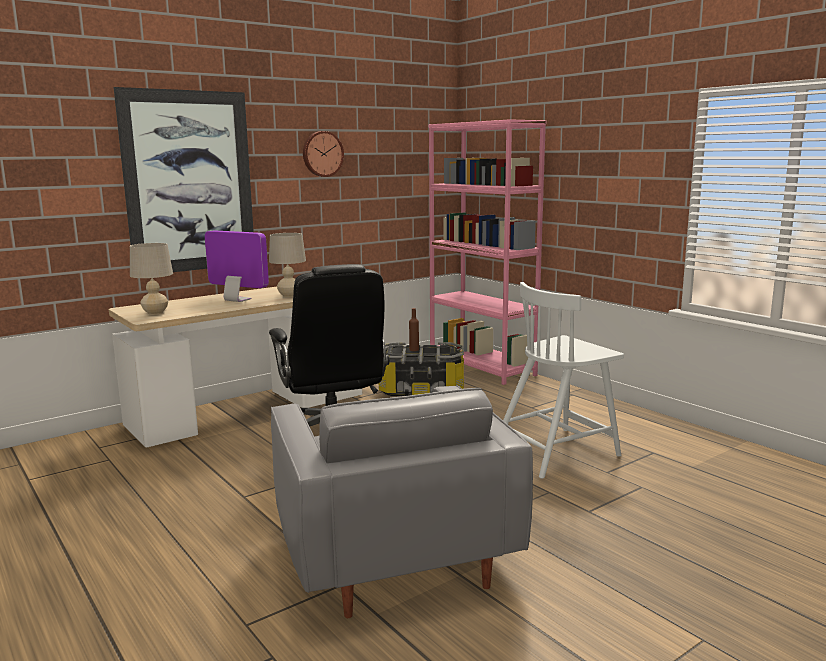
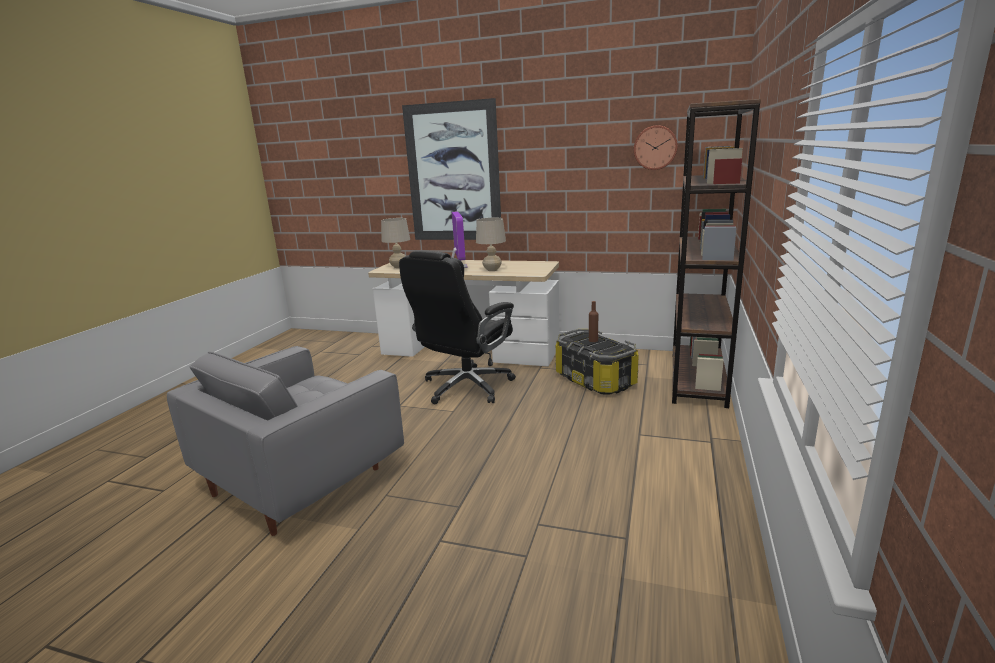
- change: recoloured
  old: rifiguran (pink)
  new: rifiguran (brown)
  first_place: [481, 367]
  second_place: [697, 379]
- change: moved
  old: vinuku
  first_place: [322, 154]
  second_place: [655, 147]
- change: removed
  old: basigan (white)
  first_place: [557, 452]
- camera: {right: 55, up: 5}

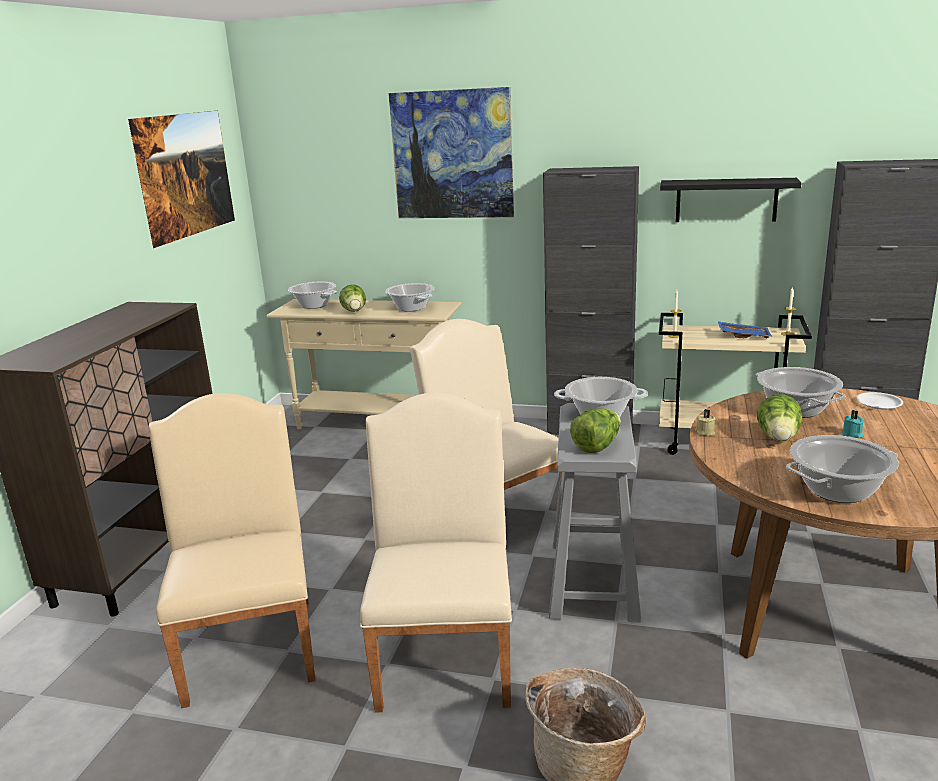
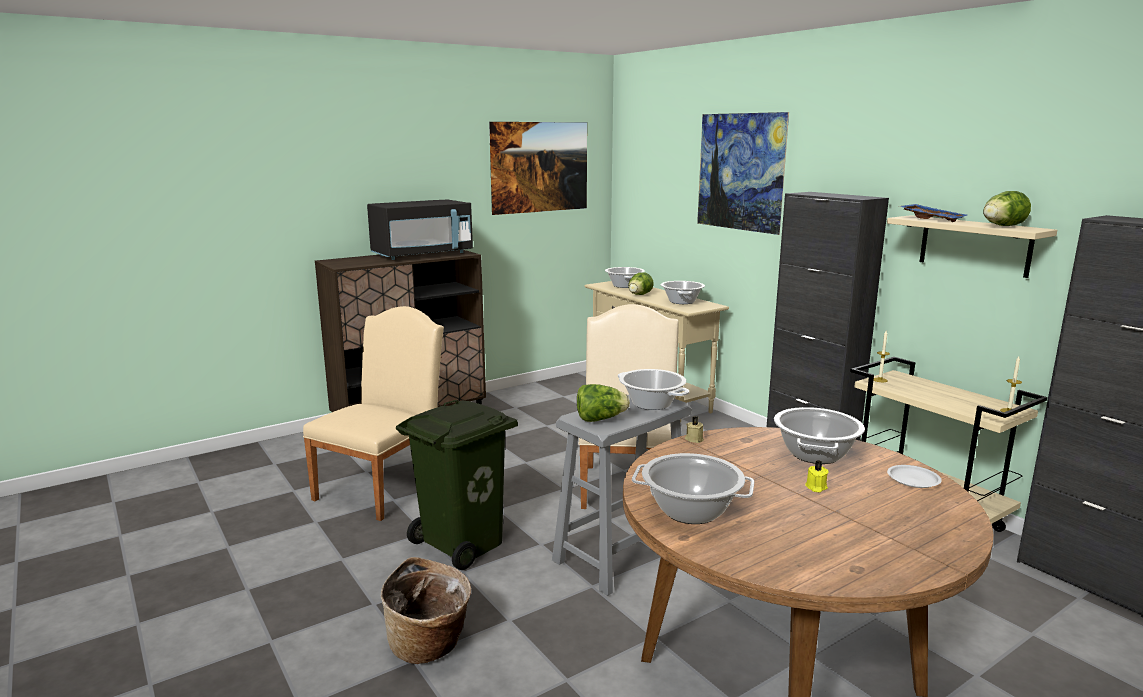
- change: recoloured
  old: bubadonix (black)
  new: bubadonix (beige)
  first_place: [726, 200]
  second_place: [974, 245]
- change: moved
  old: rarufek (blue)
  first_place: [743, 336]
  second_place: [932, 219]
- change: replaced
  old: basigan (beige)
  new: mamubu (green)
  first_place: [446, 651]
  second_place: [464, 544]
- change: moved
  old: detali
  first_place: [778, 439]
  second_place: [1001, 226]
- change: recoloured
  old: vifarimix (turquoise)
  new: vifarimix (yellow)
  first_place: [852, 434]
  second_place: [815, 487]
- change: added
  new: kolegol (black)
  second_place: [422, 255]
- camera: {right: 40, up: -5}

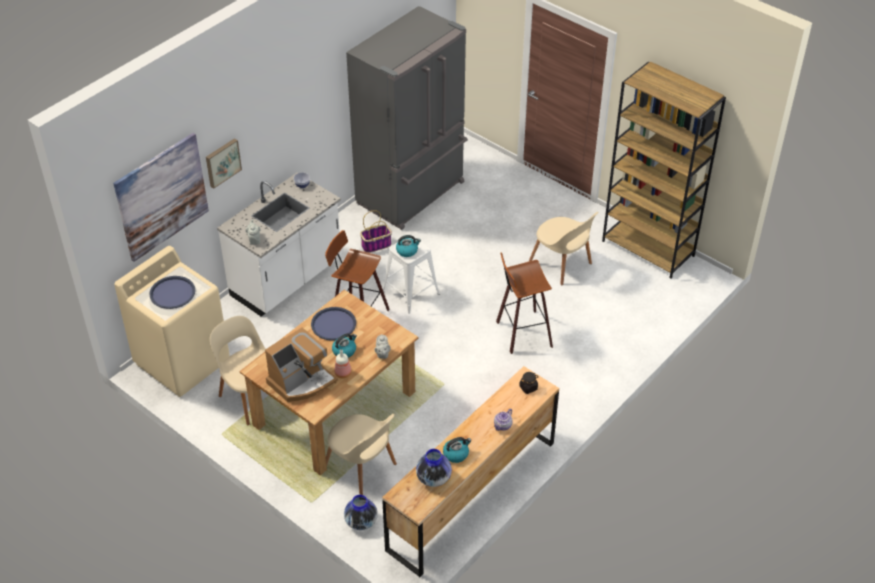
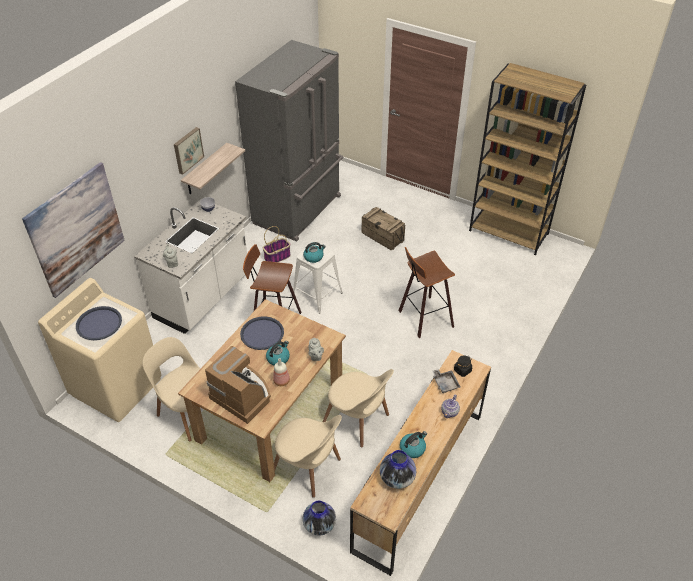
- change: moved
  old: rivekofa
  first_place: [222, 162]
  second_place: [187, 150]
- change: moved
  old: basigan (beige)
  first_place: [562, 264]
  second_place: [358, 420]
- change: turned
  old: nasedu
  first_place: [302, 381]
  second_place: [242, 395]
  degrees: -90
- change: added
  new: bubadonix
  second_place: [205, 170]
- change: added
  new: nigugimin
  second_place: [383, 237]
- change: added
  new: rarufek (grey)
  second_place: [445, 383]
- camera: {right: -10, up: 0}

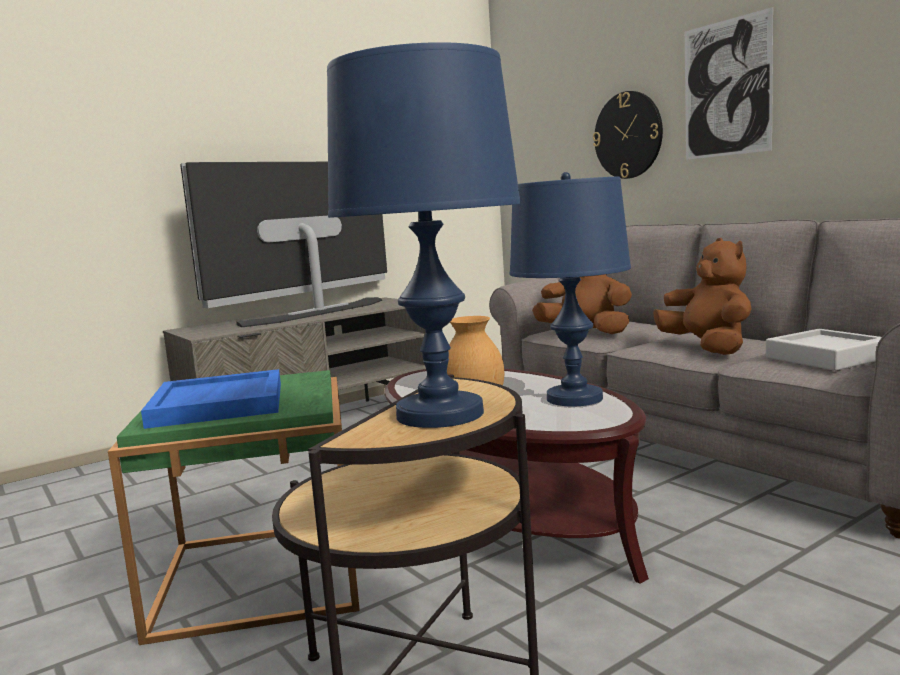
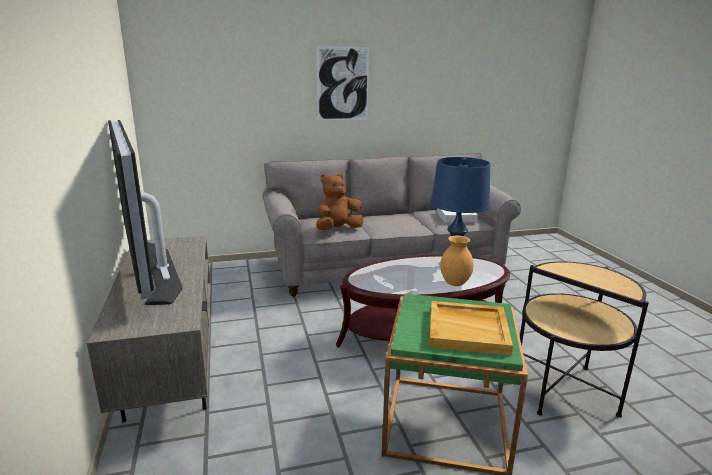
- change: removed
  old: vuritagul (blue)
  first_place: [440, 414]
- change: removed
  old: vinuku
  first_place: [628, 135]
- change: removed
  old: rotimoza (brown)
  first_place: [708, 348]
- change: recoloured
  old: rarufek (blue)
  new: rarufek (beige)
  first_place: [219, 404]
  second_place: [468, 330]
- camera: {right: -70, up: 10}

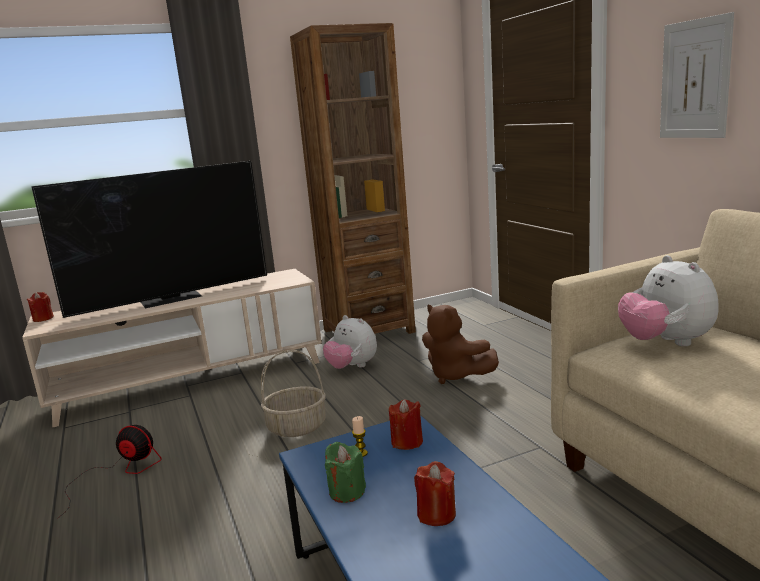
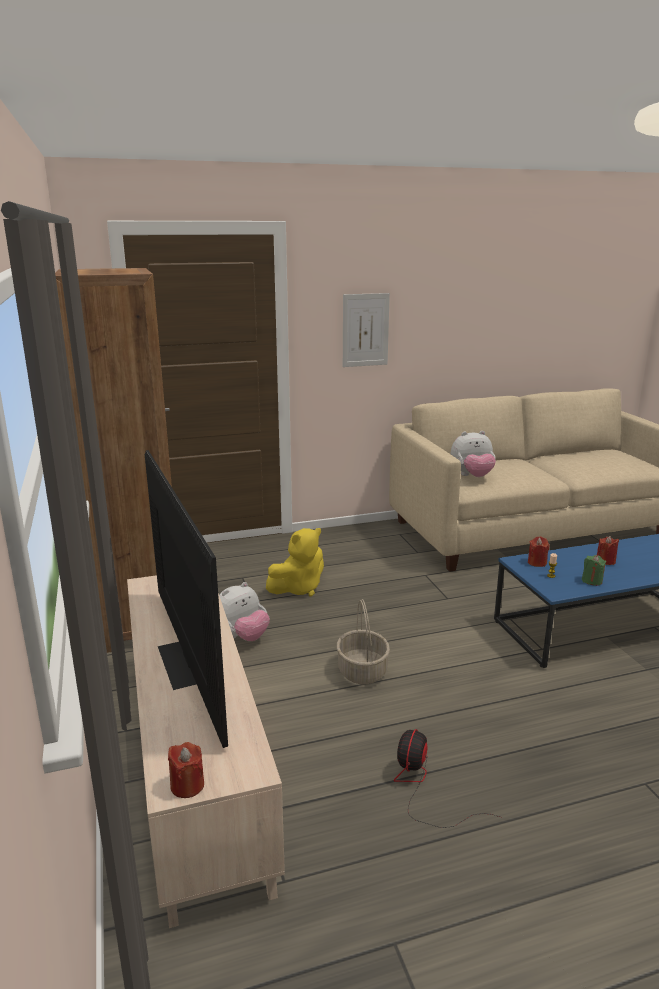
- change: recoloured
  old: rotimoza (brown)
  new: rotimoza (yellow)
  first_place: [455, 375]
  second_place: [298, 588]
- camera: {right: -85, up: 5}

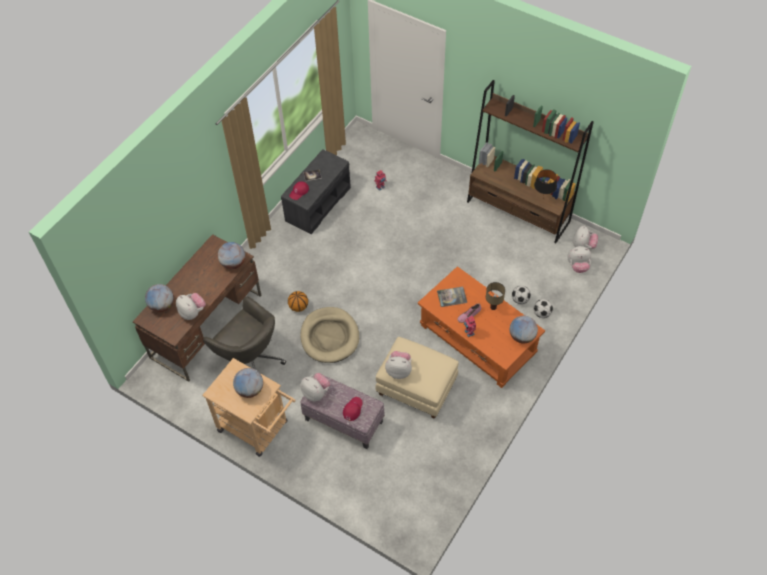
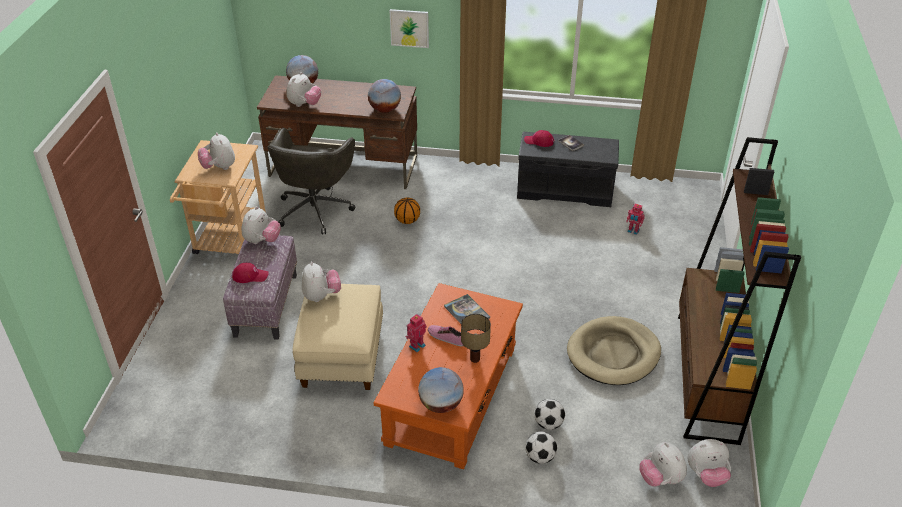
- change: removed
  old: vuritagul (black)
  first_place: [543, 198]
- change: moved
  old: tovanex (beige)
  first_place: [329, 336]
  second_place: [613, 354]
- change: replaced
  old: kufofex
  new: rotimoza
  first_place: [250, 389]
  second_place: [219, 167]
- change: added
  new: rivekofa
  second_place: [409, 28]
- camera: {right: 65, up: -15}

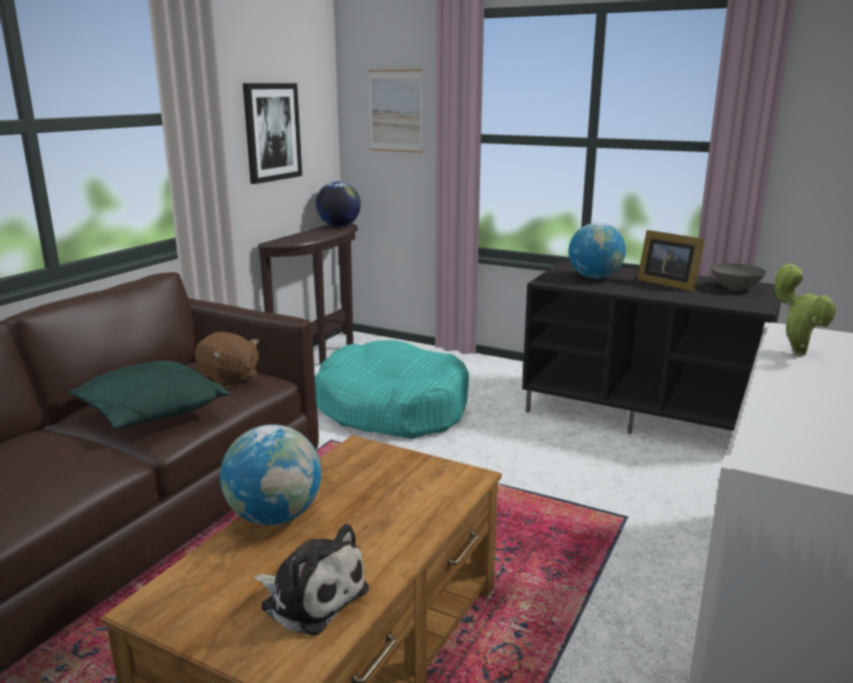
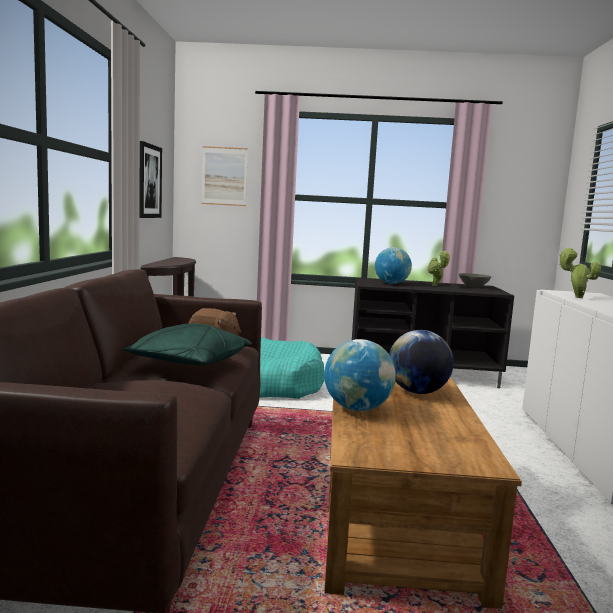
- change: moved
  old: kufofex
  first_place: [339, 226]
  second_place: [417, 392]
- change: replaced
  old: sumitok
  new: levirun
  first_place: [666, 284]
  second_place: [435, 285]
- change: removed
  old: rotimoza
  first_place: [311, 596]
- camera: {right: -25, up: -10}

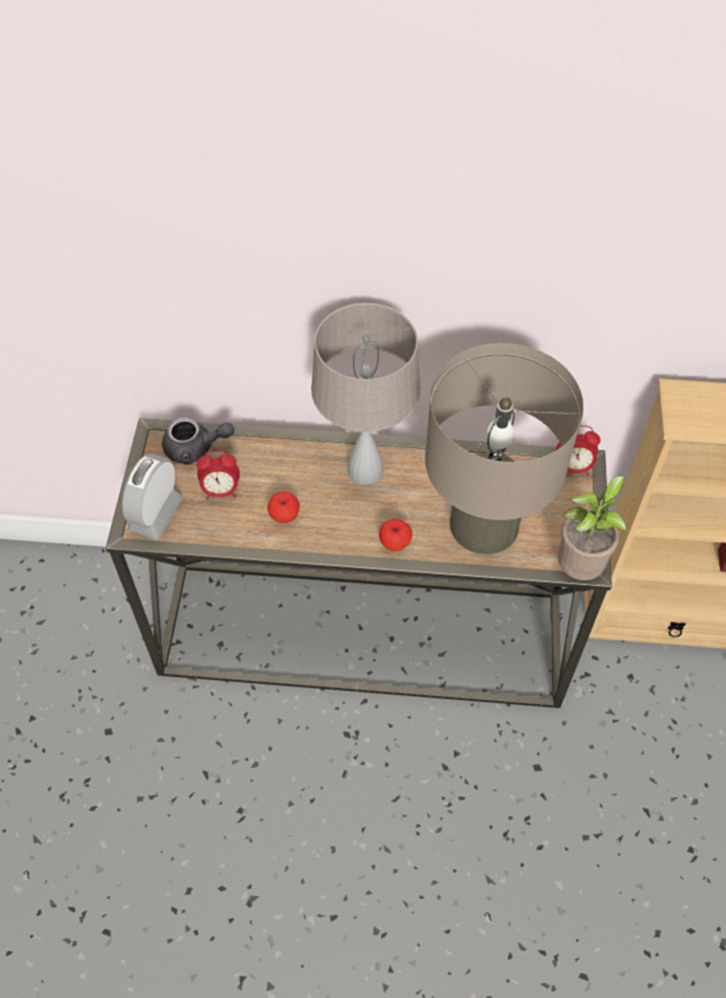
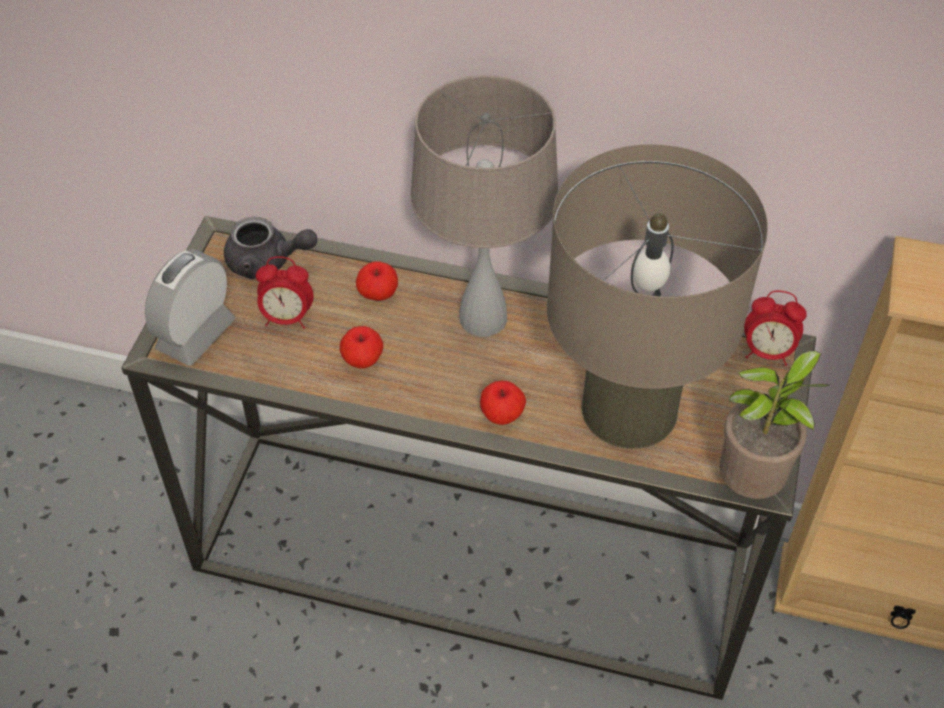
- change: added
  new: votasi
  second_place: [378, 294]
- camera: {right: 10, up: -5}

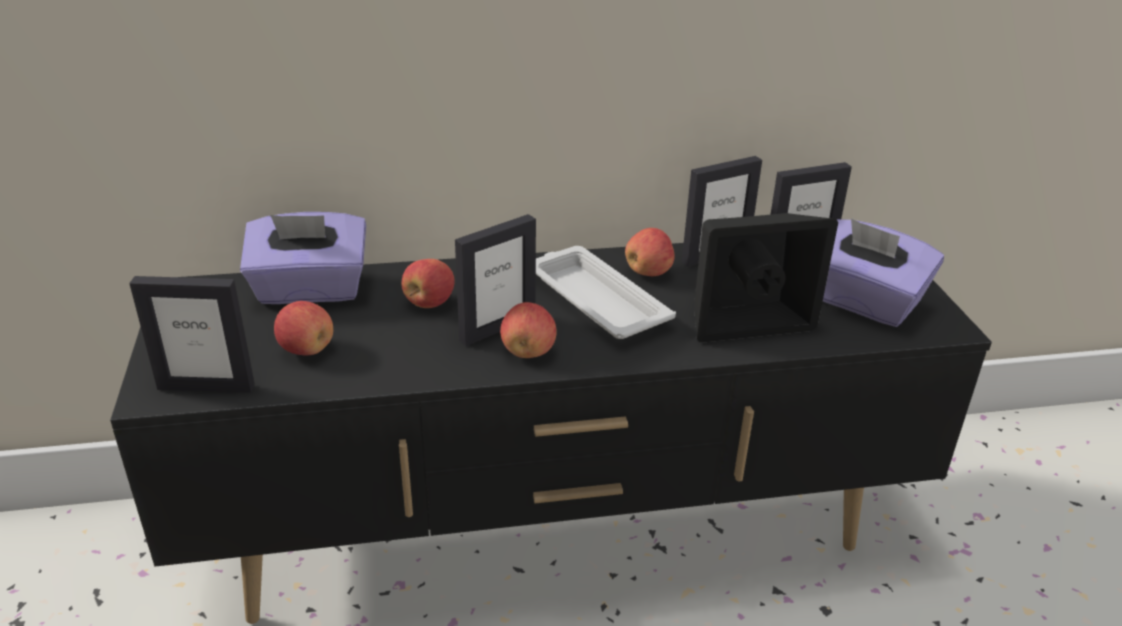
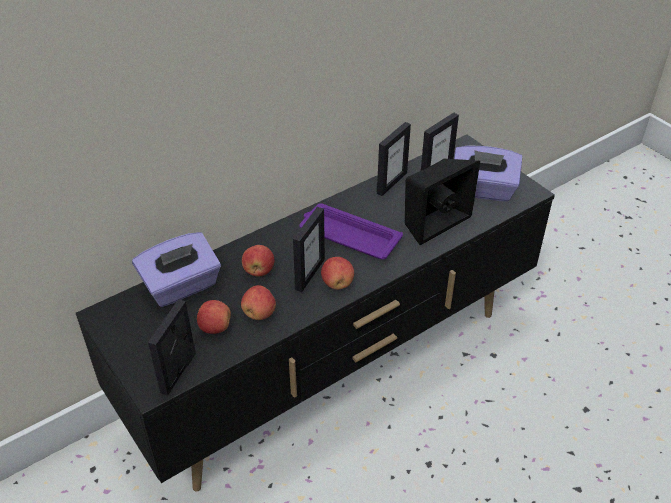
- change: moved
  old: votasi
  first_place: [649, 272]
  second_place: [259, 313]
- change: recoloured
  old: rarufek (white)
  new: rarufek (purple)
  first_place: [595, 300]
  second_place: [348, 236]
- change: turned
  old: sumitok
  first_place: [206, 386]
  second_place: [178, 372]
  degrees: 135
- camera: {right: -25, up: 10}

